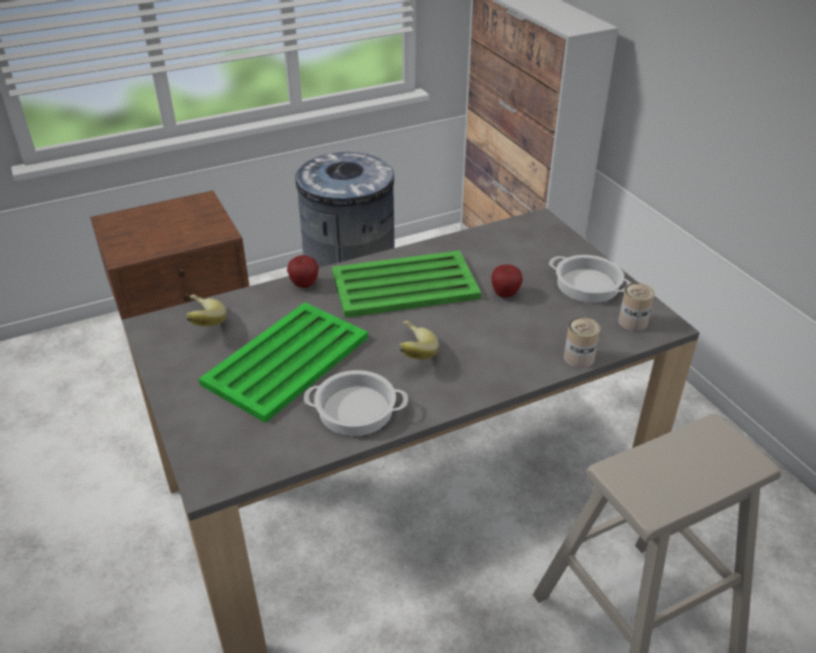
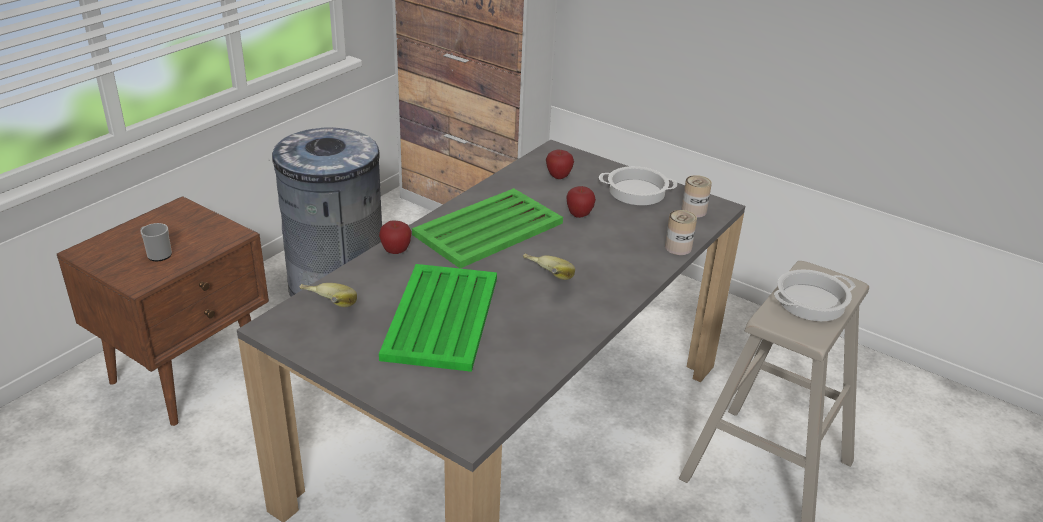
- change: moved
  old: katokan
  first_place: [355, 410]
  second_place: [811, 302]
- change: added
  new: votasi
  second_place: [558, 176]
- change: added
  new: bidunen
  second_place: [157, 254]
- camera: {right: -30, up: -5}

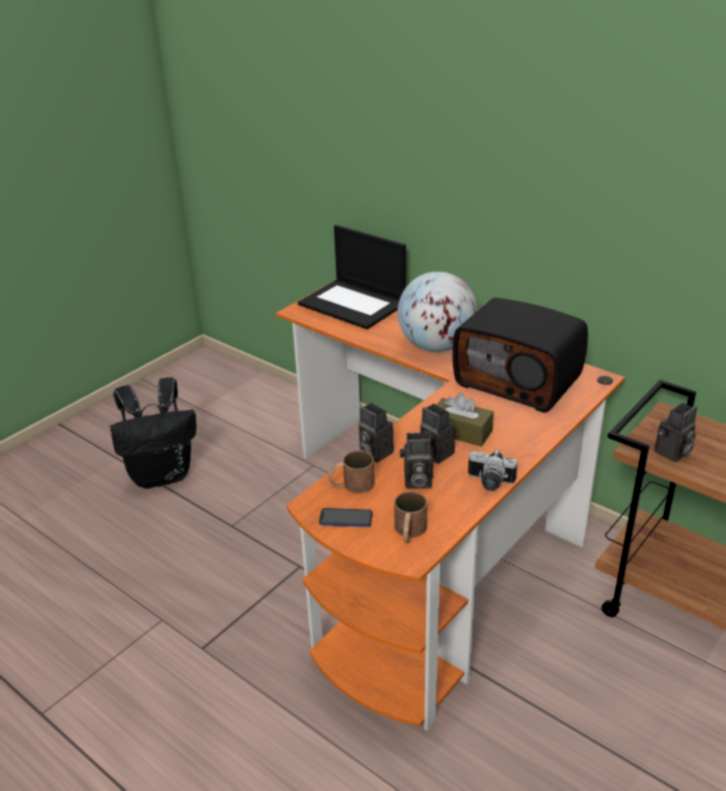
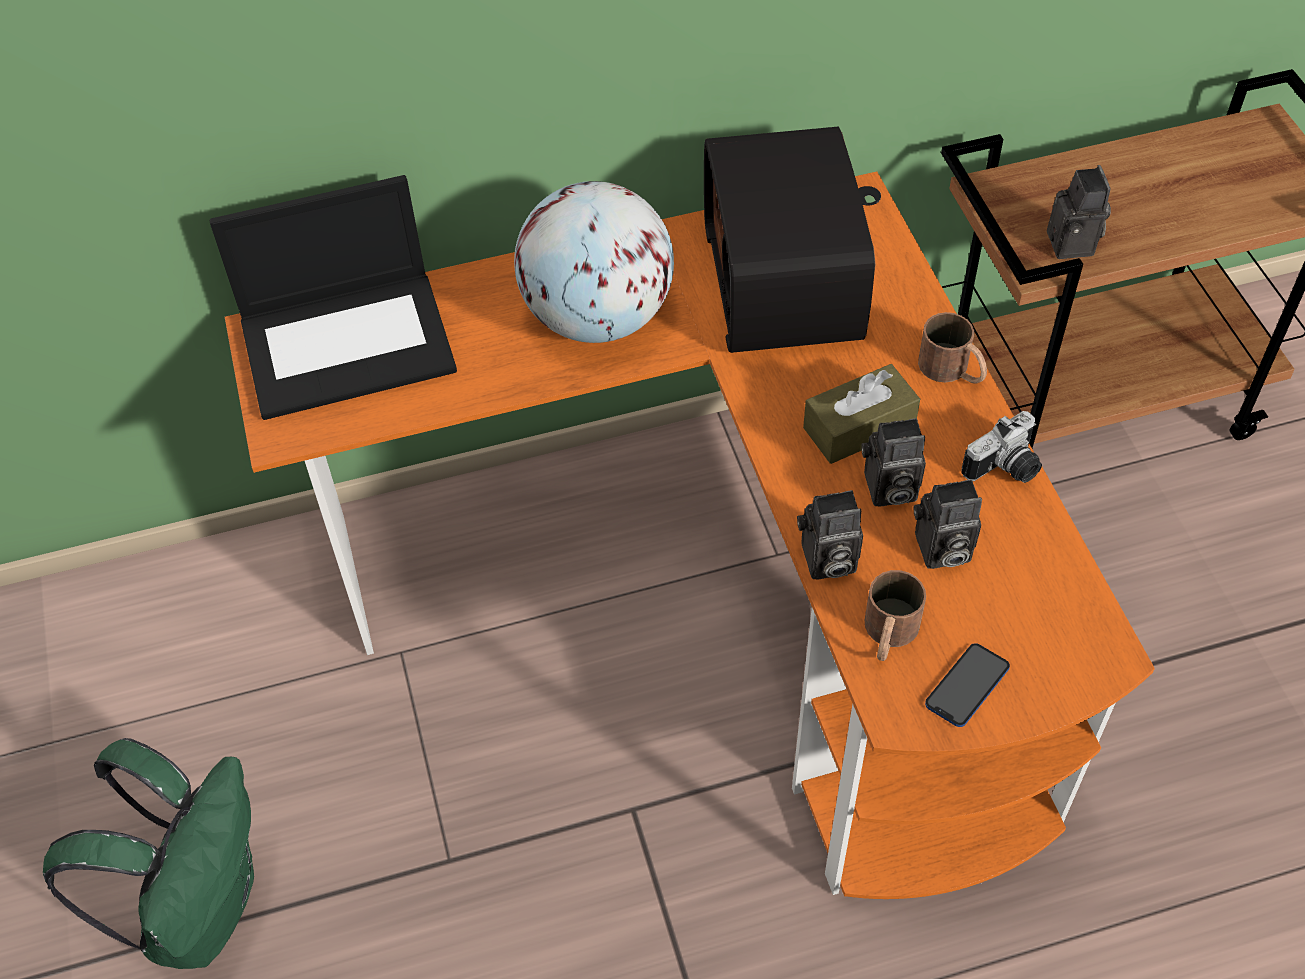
- change: turned
  old: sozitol
  first_place: [519, 381]
  second_place: [786, 284]
  degrees: 105
- change: recoloured
  old: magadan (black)
  new: magadan (green)
  first_place: [162, 474]
  second_place: [200, 906]
- change: turned
  old: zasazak
  first_place: [416, 482]
  second_place: [940, 551]
  degrees: 45
- change: moved
  old: bidunen (brown)
  first_place: [409, 532]
  second_place: [952, 370]
- camera: {right: -55, up: 20}

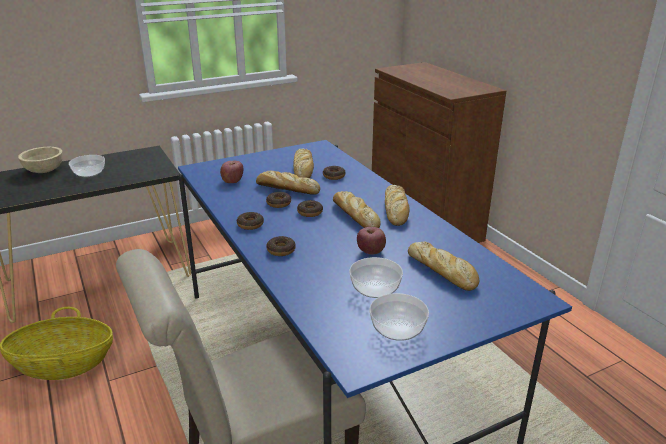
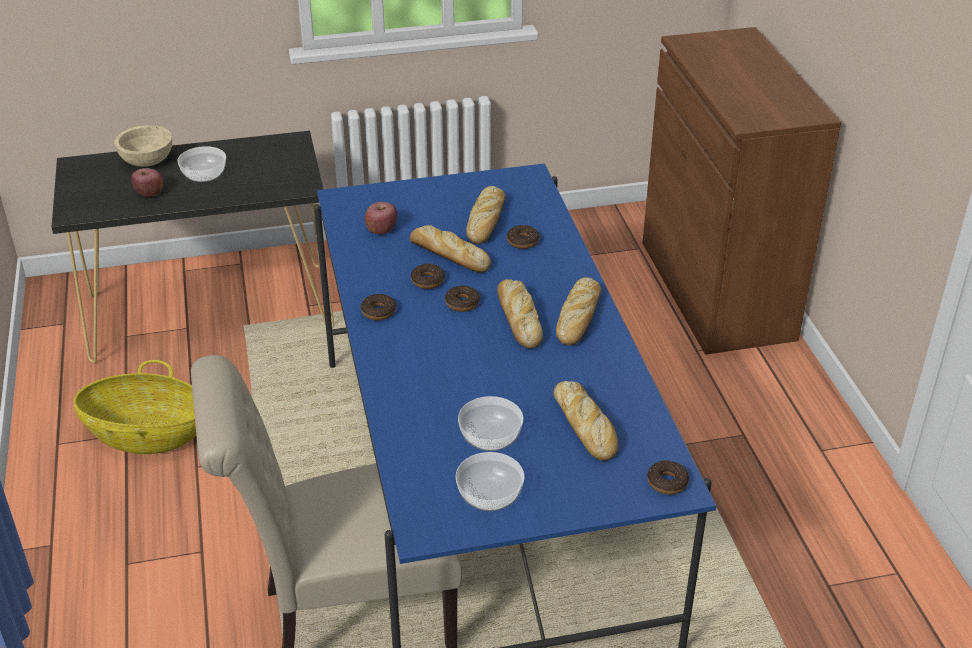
- change: moved
  old: votasi
  first_place: [371, 251]
  second_place: [149, 194]
- change: moved
  old: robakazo
  first_place: [281, 250]
  second_place: [667, 482]
- camera: {right: 15, up: 10}

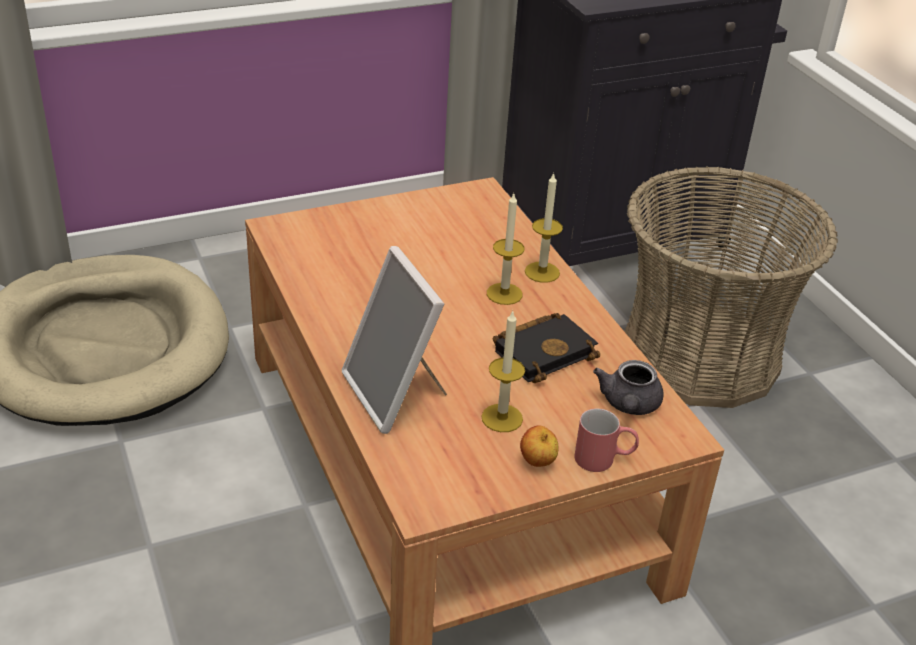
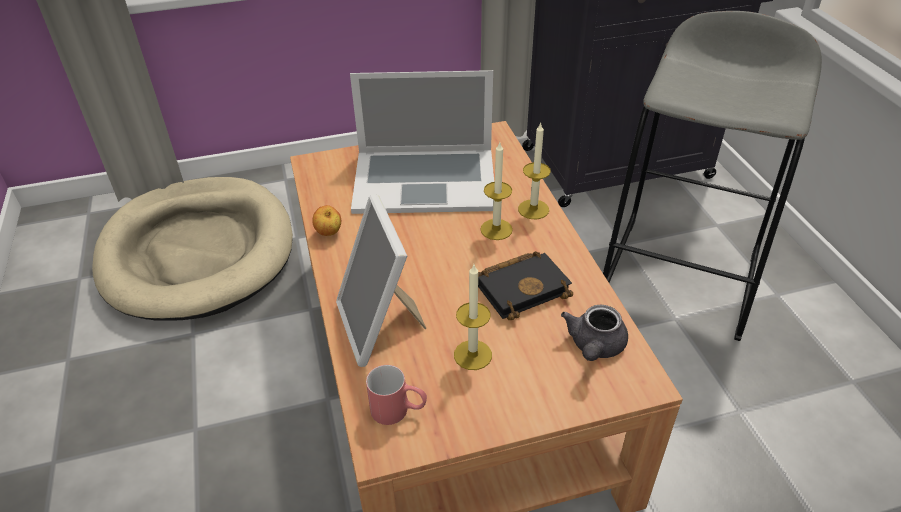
- change: replaced
  old: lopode
  new: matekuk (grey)
  first_place: [700, 356]
  second_place: [681, 275]
- change: moved
  old: bidunen (red)
  first_place: [604, 459]
  second_place: [398, 411]
- change: moved
  old: votasi
  first_place: [537, 462]
  second_place: [329, 233]
- change: added
  new: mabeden
  second_place: [424, 180]
- camera: {right: 10, up: 5}

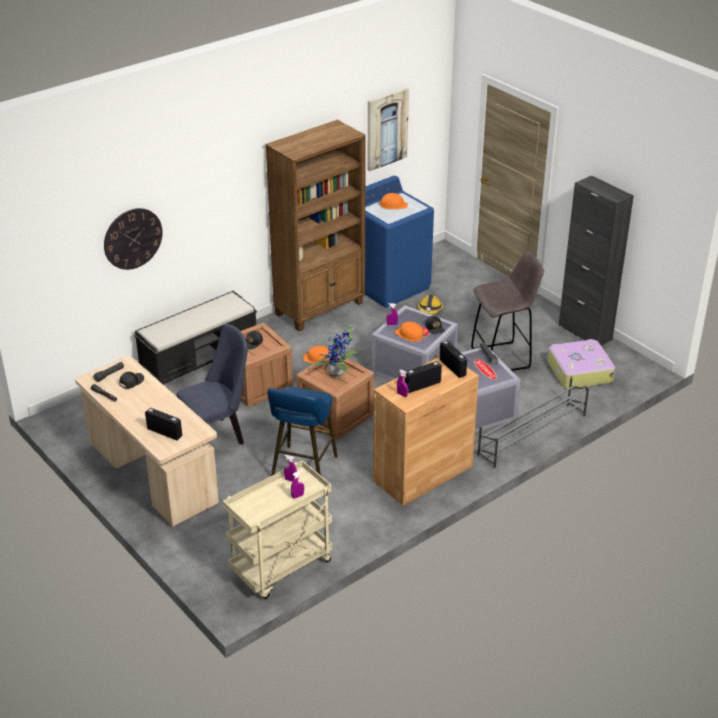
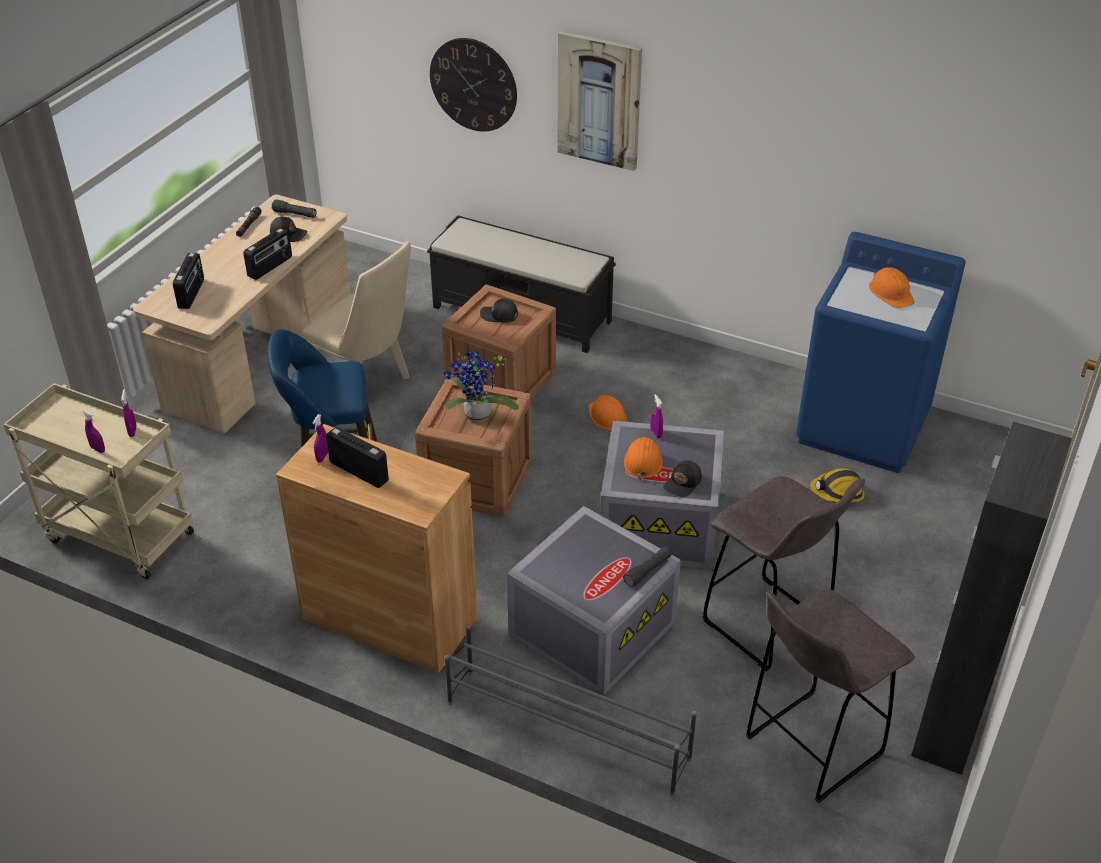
- change: moved
  old: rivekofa
  first_place: [386, 129]
  second_place: [599, 100]
- change: removed
  old: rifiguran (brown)
  first_place: [320, 308]
- change: recoloured
  old: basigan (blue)
  new: basigan (beige)
  first_place: [218, 435]
  second_place: [368, 386]
- change: replaced
  old: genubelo
  new: matekuk (grey)
  first_place: [578, 371]
  second_place: [810, 747]
- change: moved
  old: sozitol
  first_place: [453, 367]
  second_place: [270, 267]
- camera: {right: 65, up: 5}

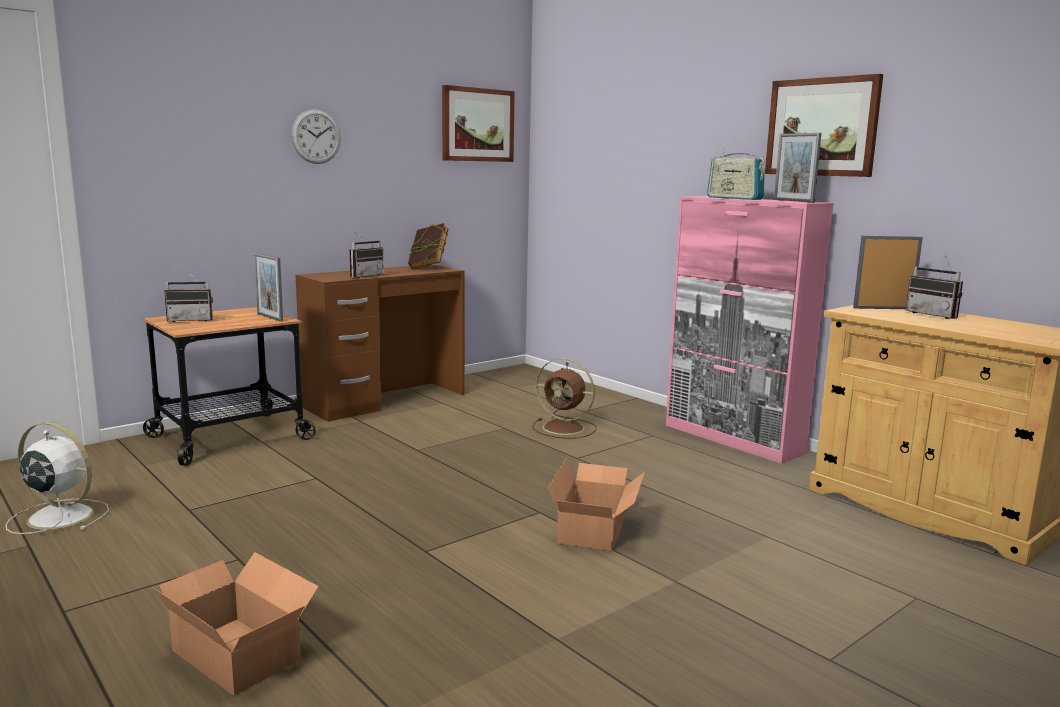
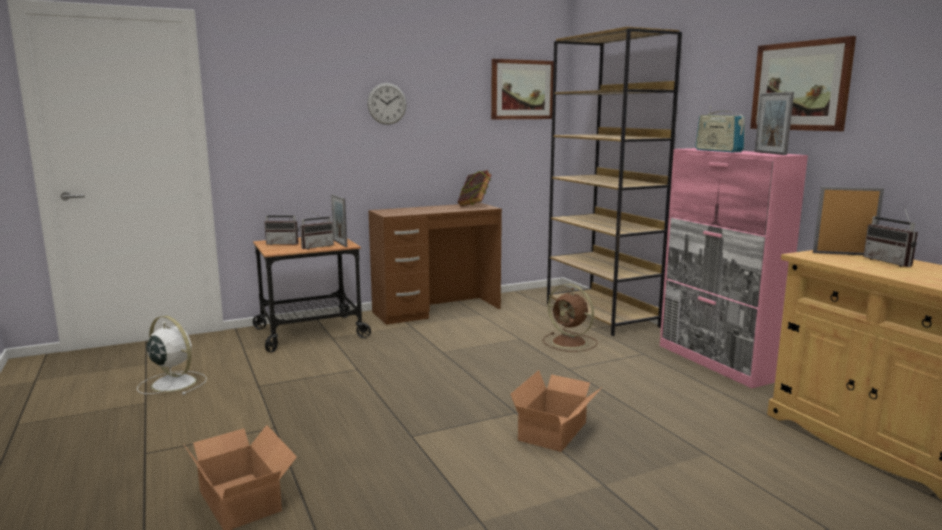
- change: moved
  old: sozitol
  first_place: [364, 276]
  second_place: [316, 247]
- change: added
  new: rifiguran (brown)
  second_place: [601, 315]
- camera: {right: 15, up: 0}

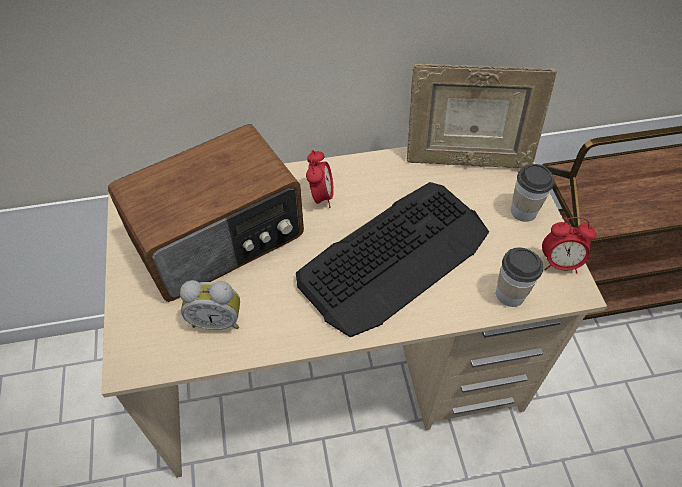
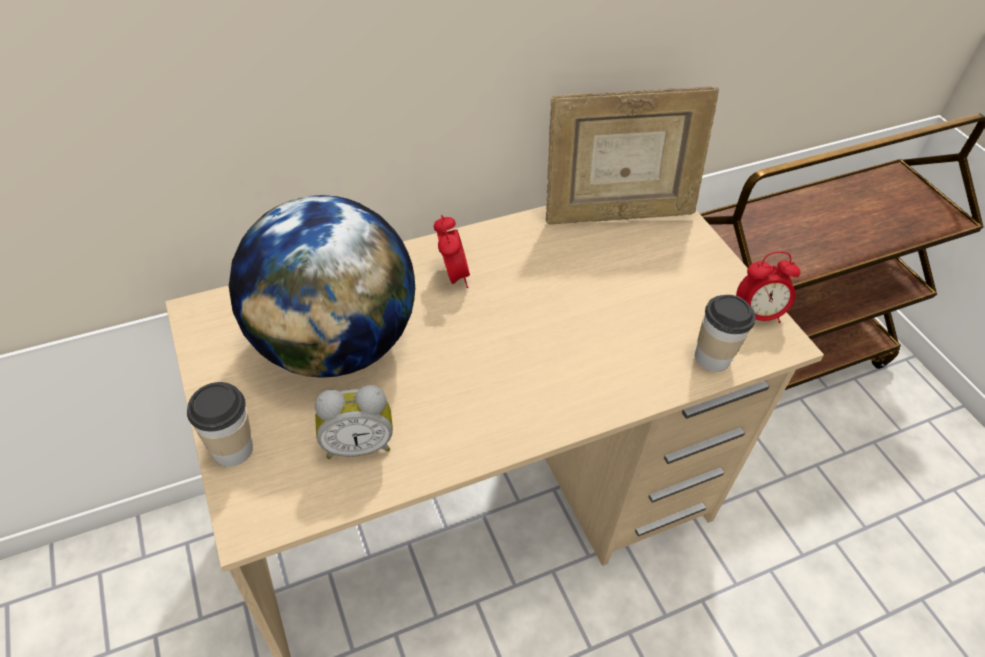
- change: replaced
  old: sozitol
  new: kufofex
  first_place: [220, 239]
  second_place: [335, 344]
- change: moved
  old: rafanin
  first_place: [523, 211]
  second_place: [232, 449]
- change: removed
  old: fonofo
  first_place: [395, 256]
- camera: {right: -15, up: -5}

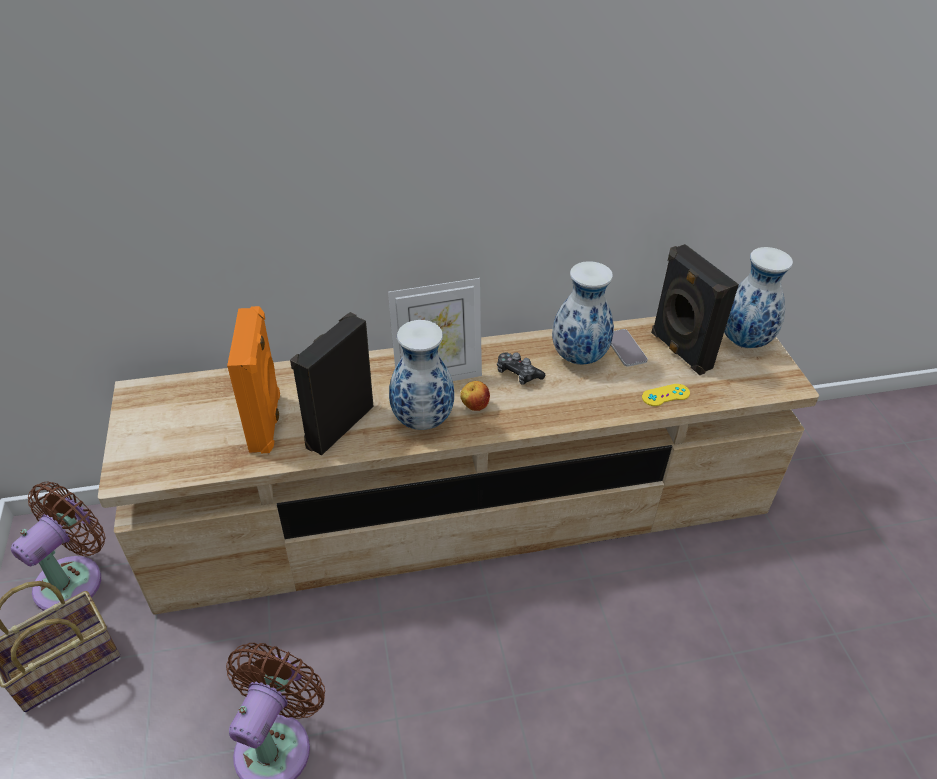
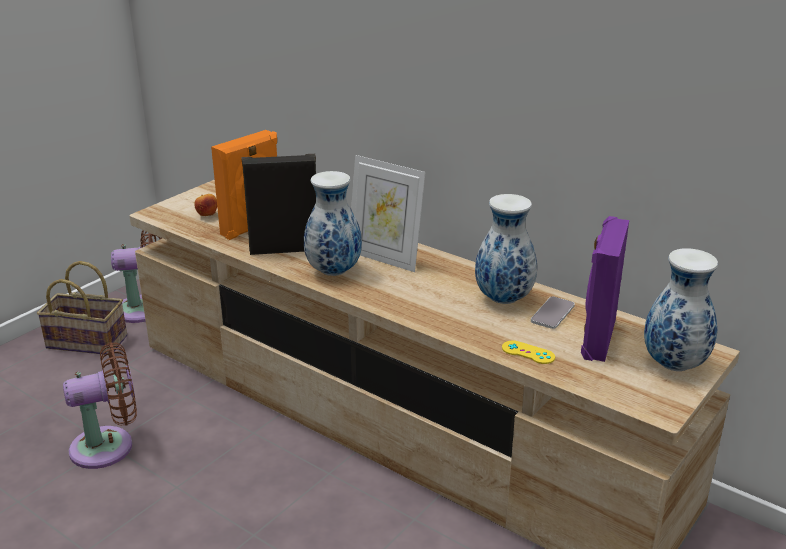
- change: recoloured
  old: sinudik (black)
  new: sinudik (purple)
  first_place: [679, 351]
  second_place: [596, 338]
- change: removed
  old: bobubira
  first_place: [518, 374]
- change: moved
  old: votasi
  first_place: [474, 406]
  second_place: [207, 215]
- camera: {right: 50, up: -15}

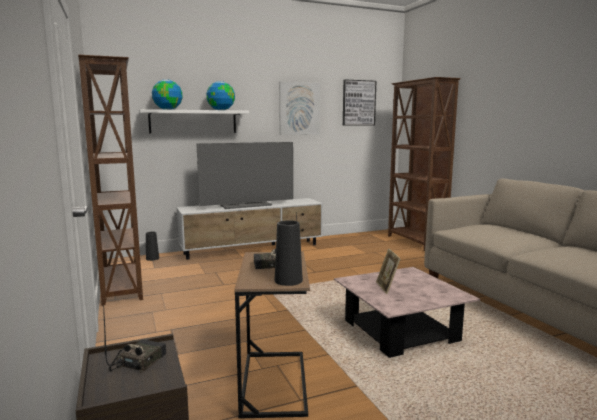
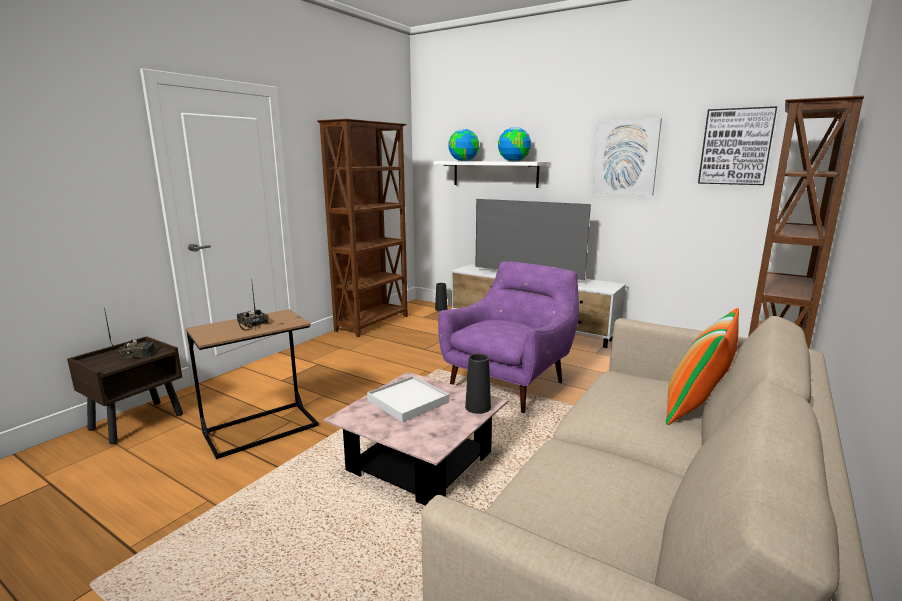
- change: moved
  old: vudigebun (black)
  first_place: [288, 280]
  second_place: [478, 407]
- change: replaced
  old: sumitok
  new: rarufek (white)
  first_place: [387, 288]
  second_place: [408, 401]
- change: added
  new: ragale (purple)
  second_place: [510, 383]
- change: added
  new: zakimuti
  second_place: [696, 408]
- camera: {right: 55, up: 5}

